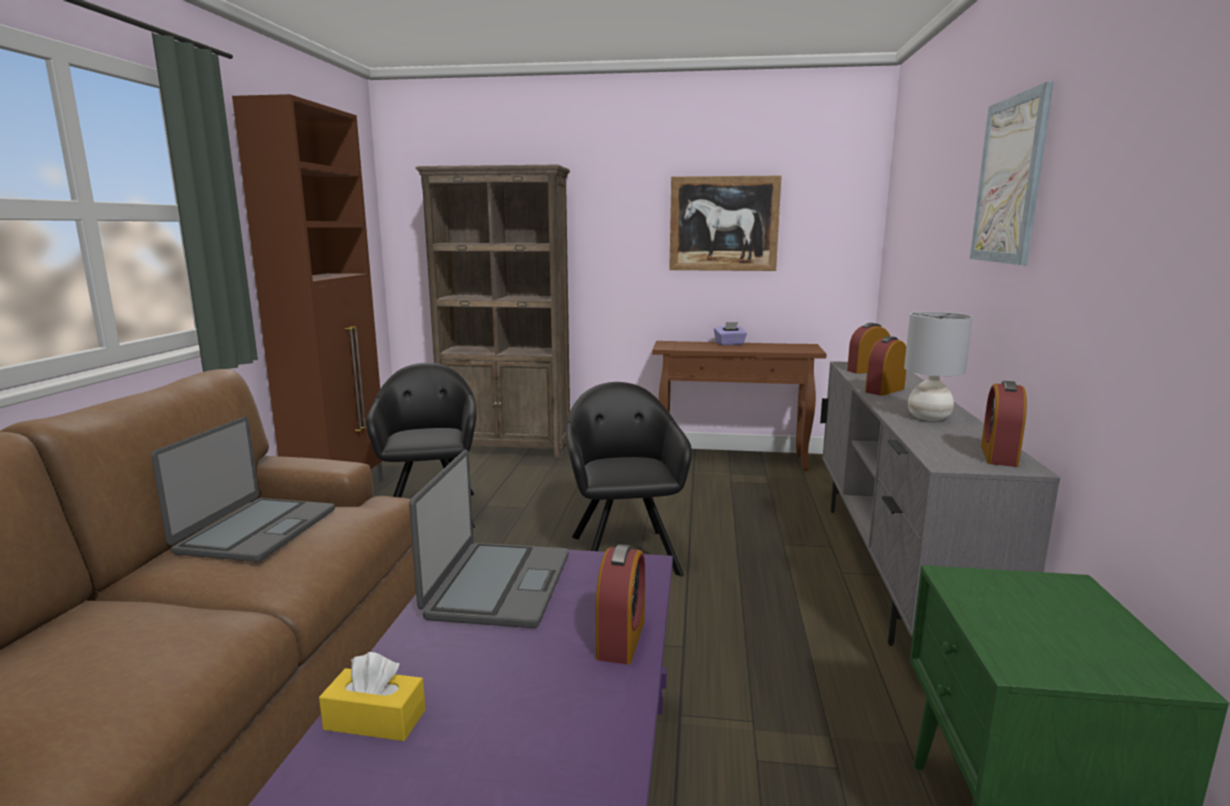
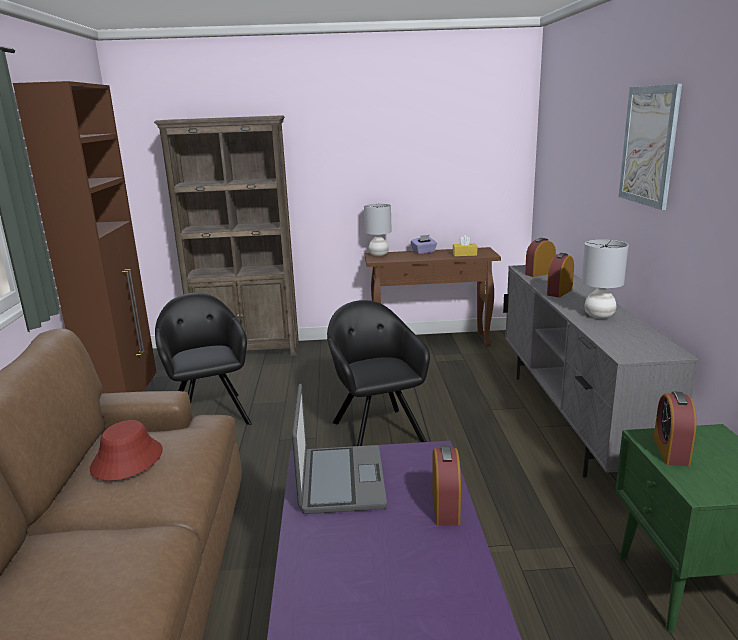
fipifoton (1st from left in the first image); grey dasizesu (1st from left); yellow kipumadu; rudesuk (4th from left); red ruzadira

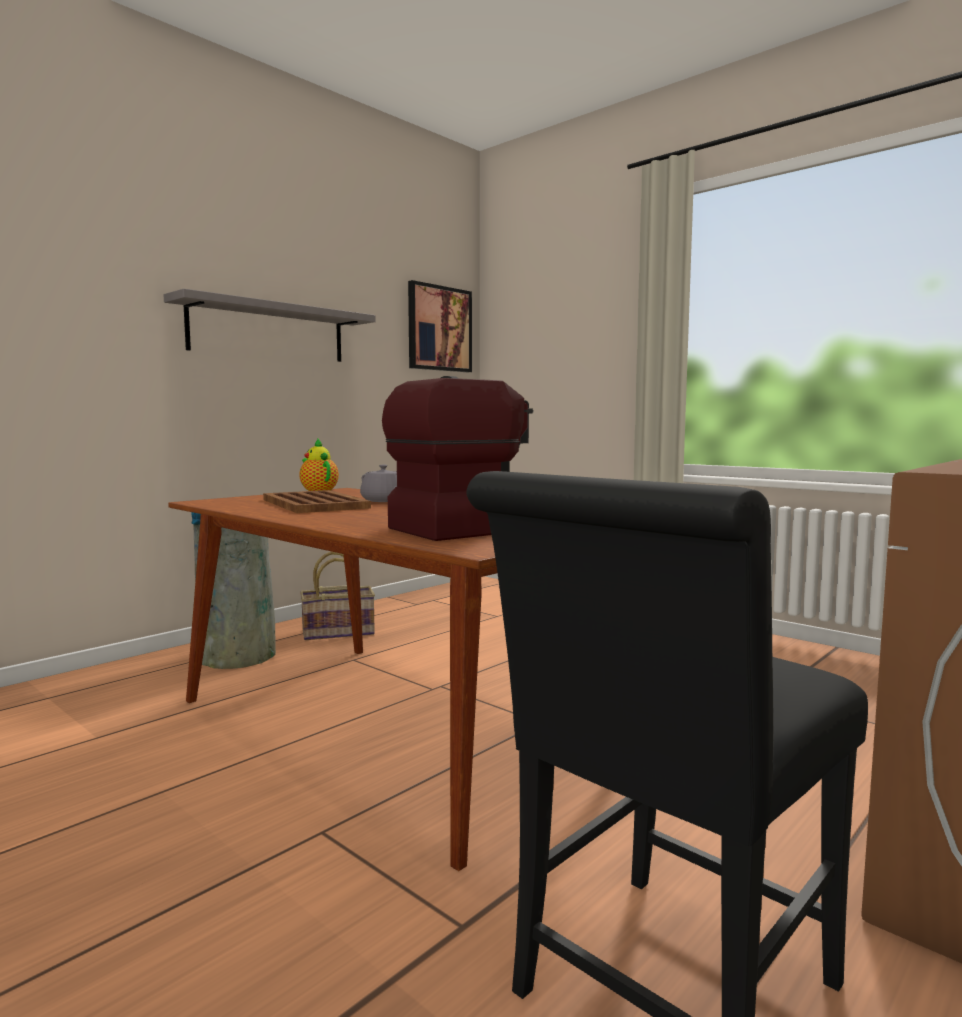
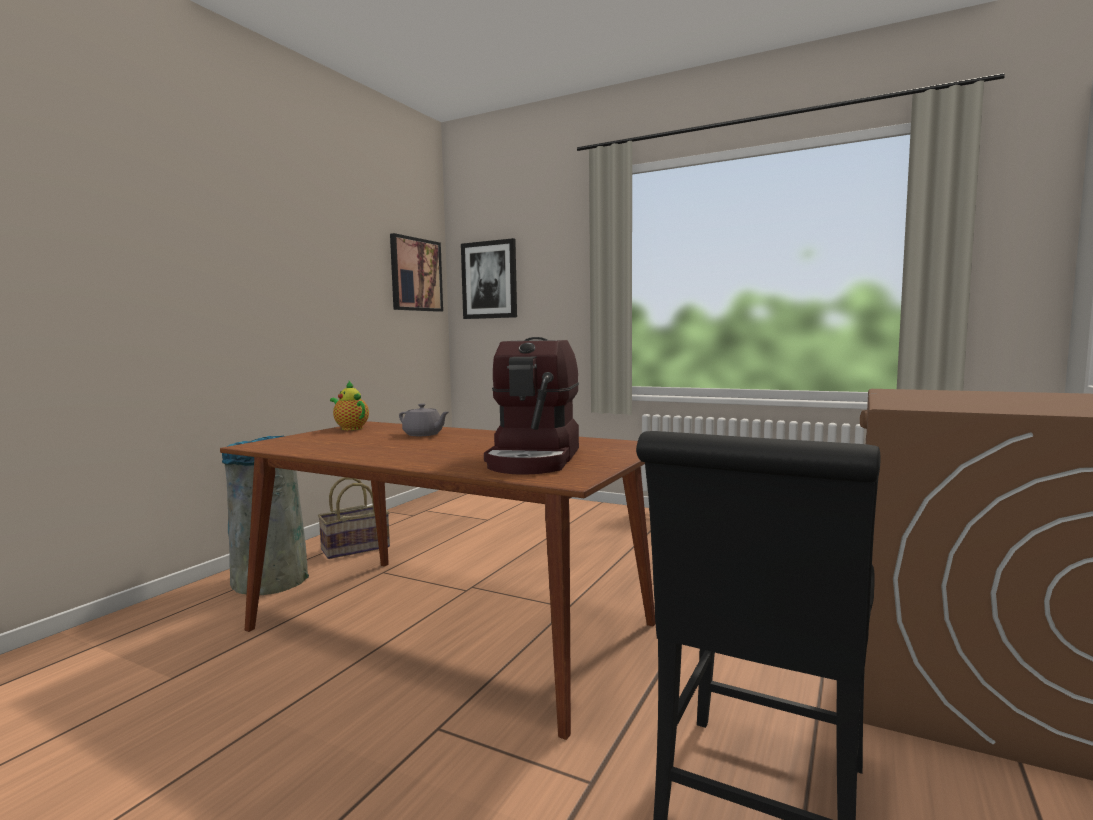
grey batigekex; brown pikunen; fipifoton (2nd from left); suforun

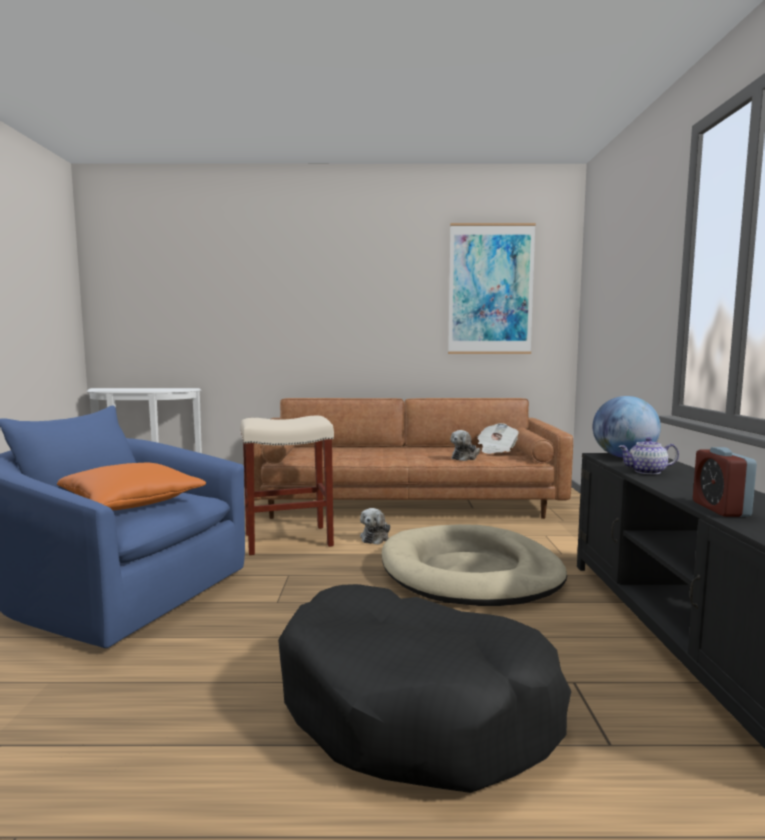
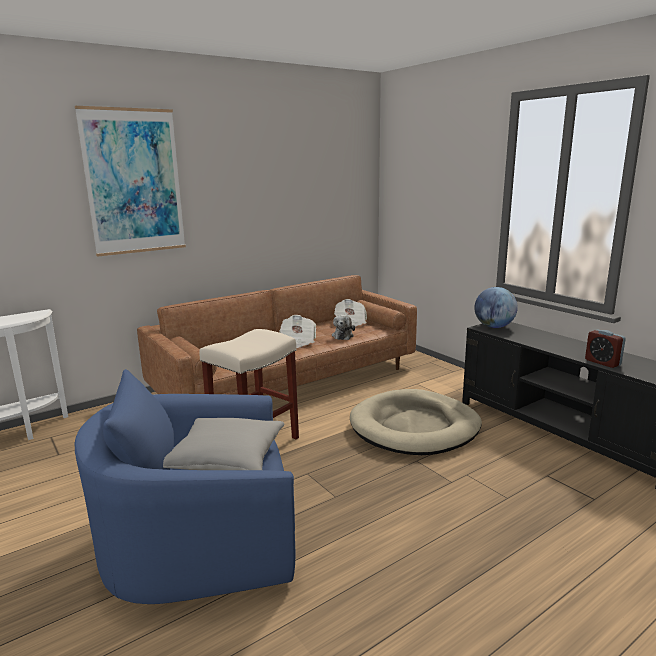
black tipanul; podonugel (1st from left in the first image); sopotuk; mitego (1st from left); fipifoton; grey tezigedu

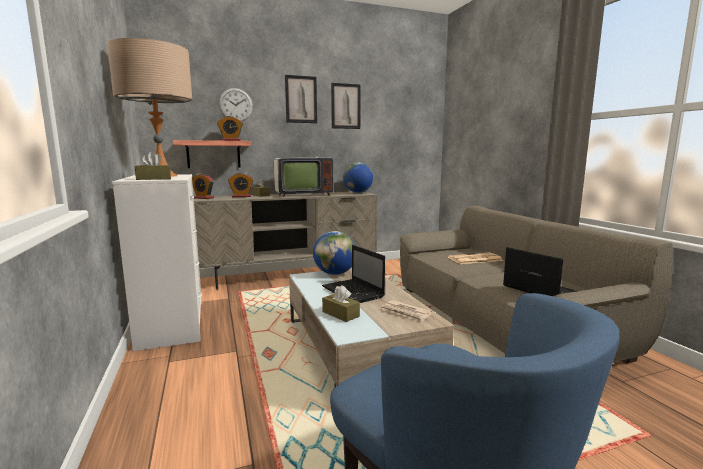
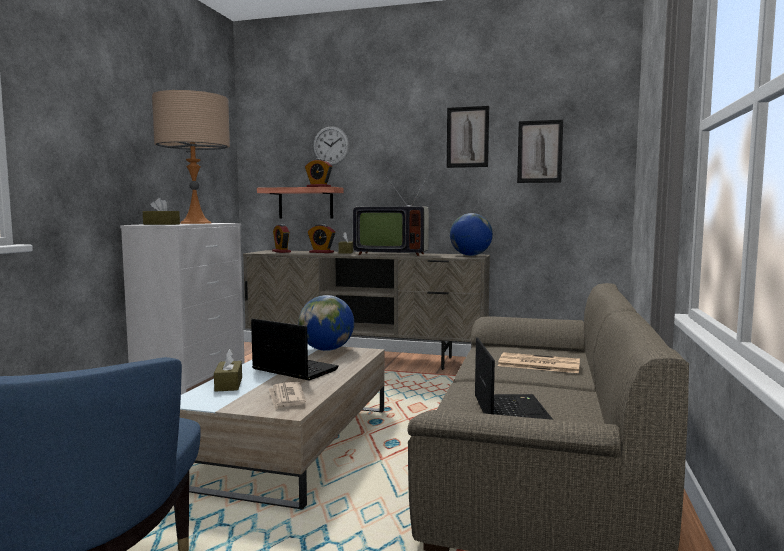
fipifoton (2nd from left); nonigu (1st from left)

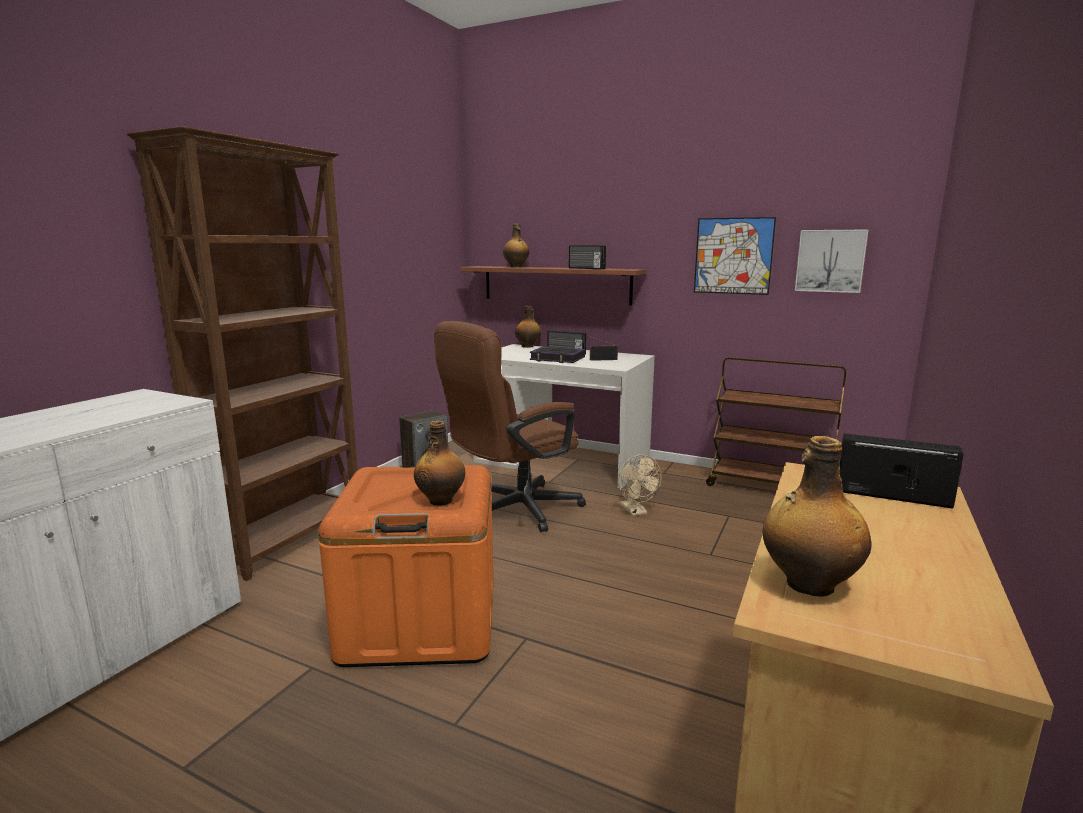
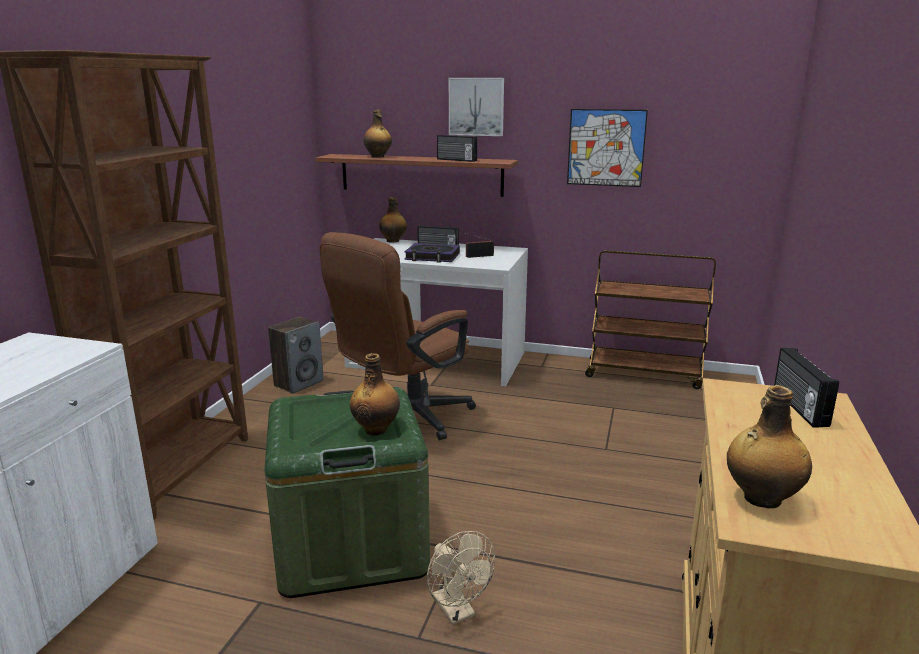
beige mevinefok; fipifoton (1st from left); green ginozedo; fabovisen (4th from left)

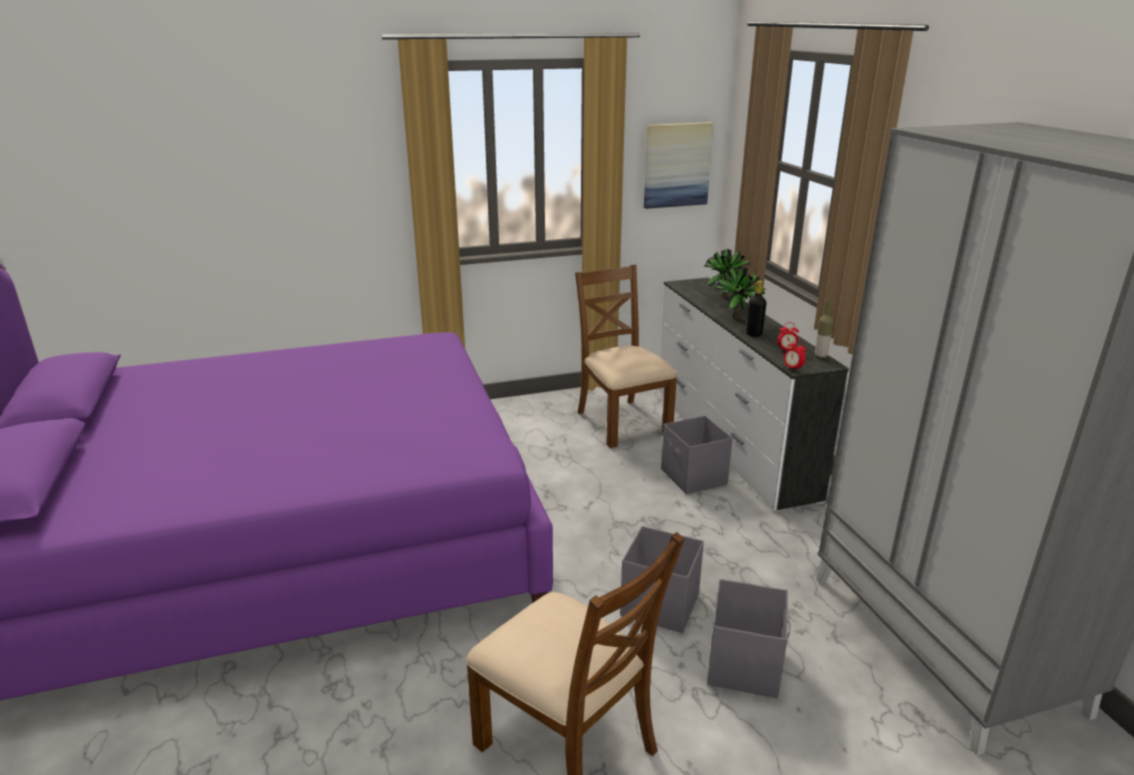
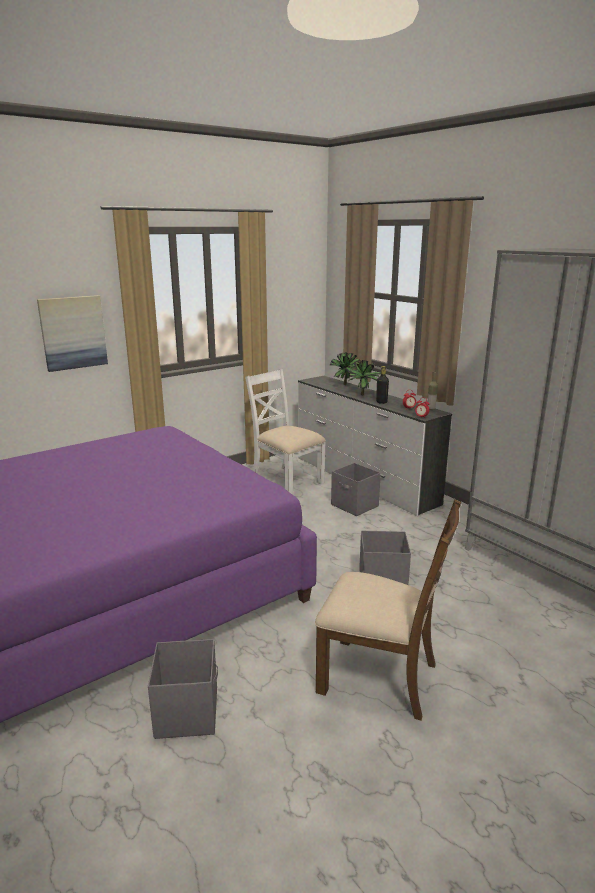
fipifoton; grey ginozedo (1st from left); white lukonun

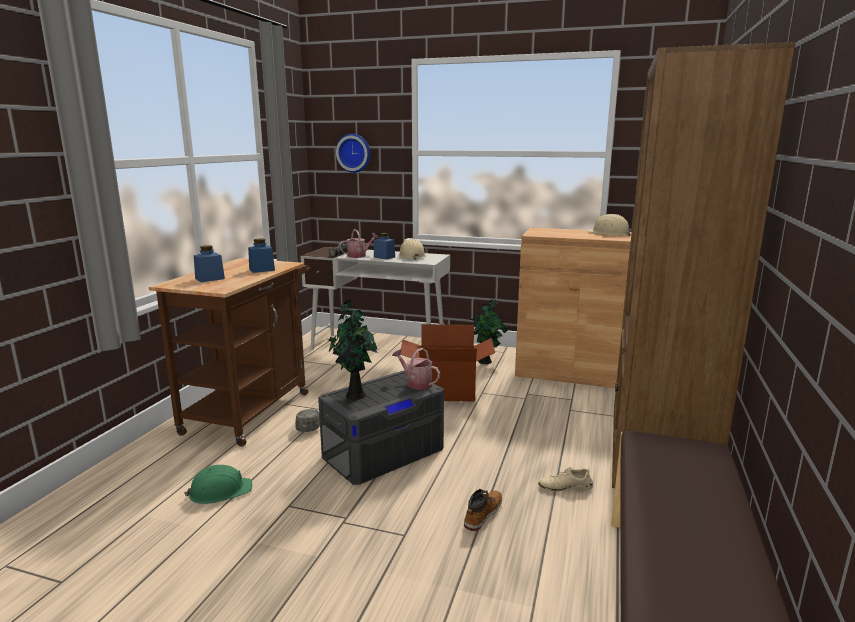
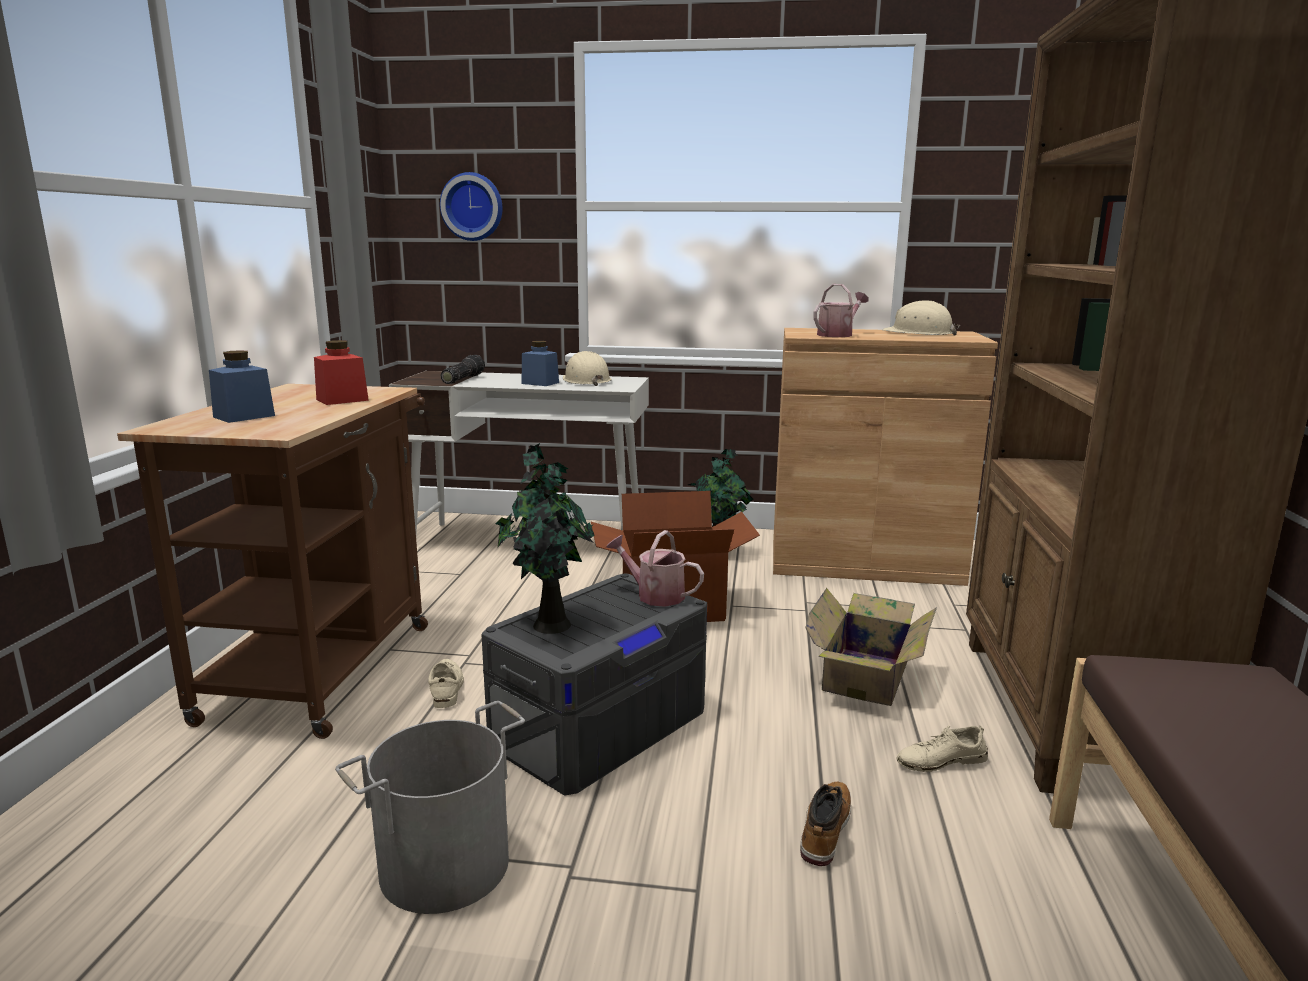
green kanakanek; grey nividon; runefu (2nd from left); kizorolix (2nd from left); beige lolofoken (1st from left); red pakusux

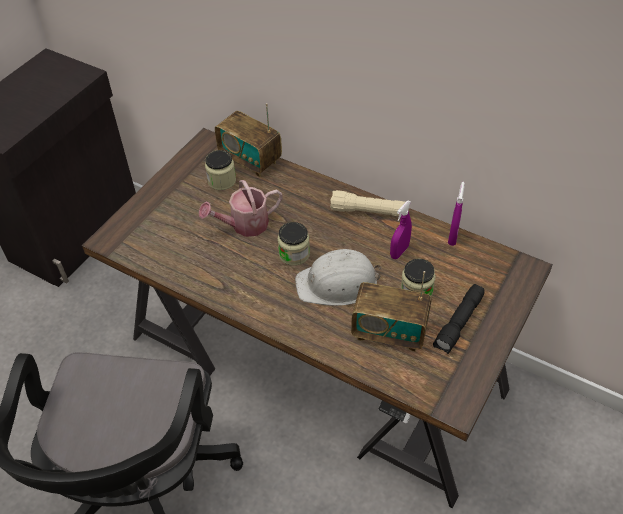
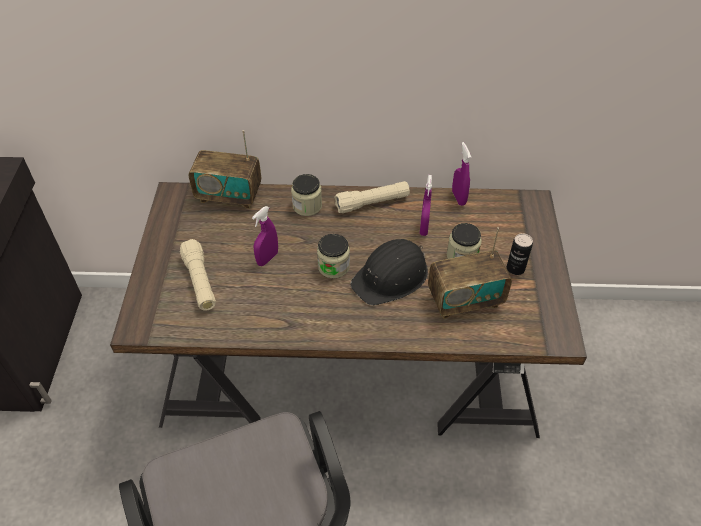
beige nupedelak (1st from left); pakusux (1st from left); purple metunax (1st from left); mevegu; black kanakanek

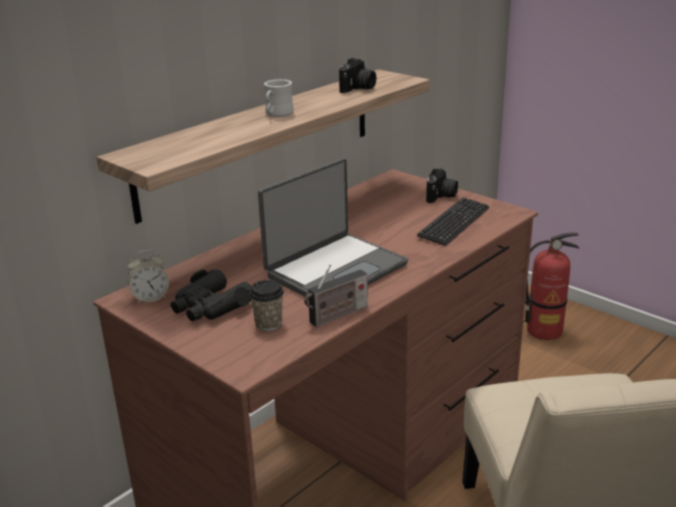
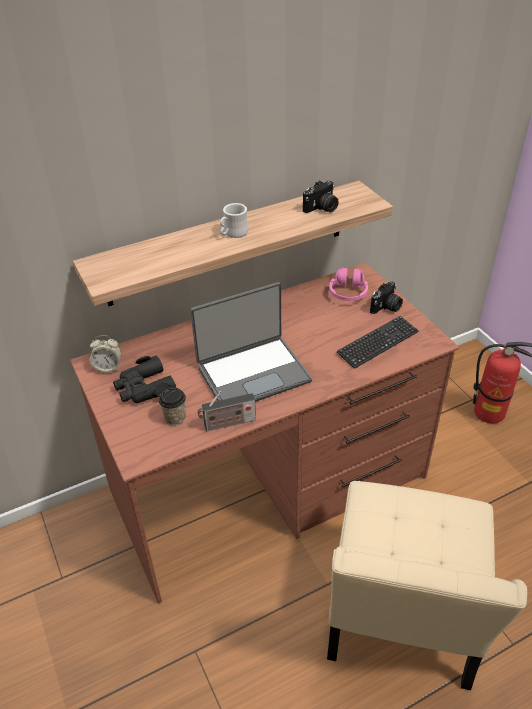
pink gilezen

